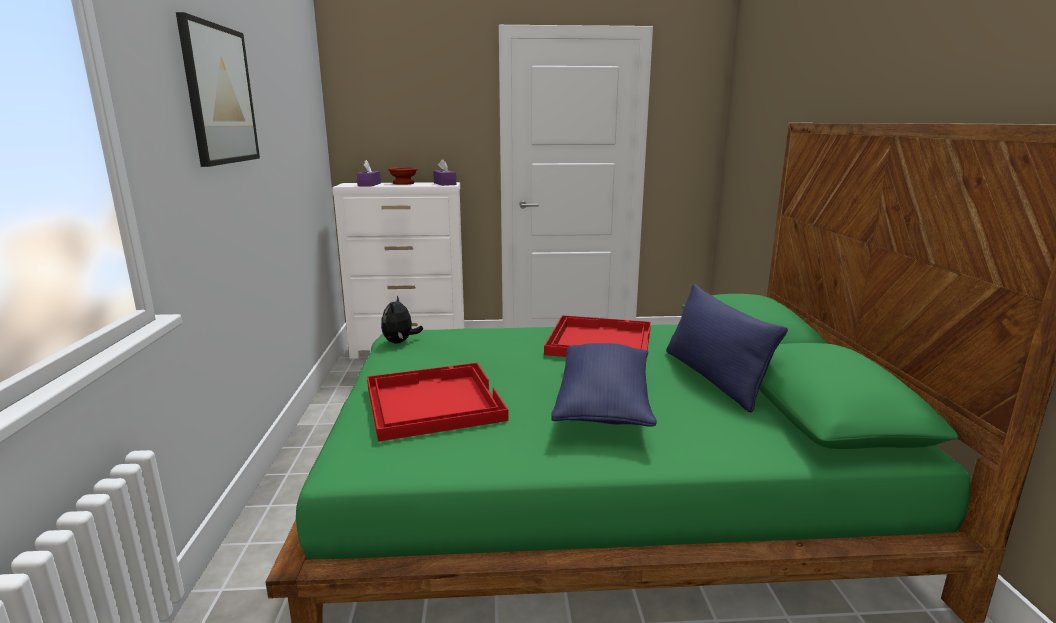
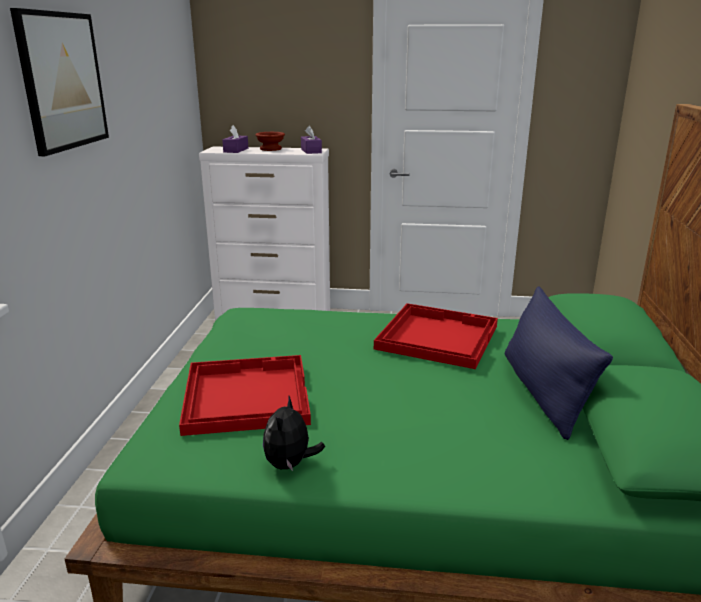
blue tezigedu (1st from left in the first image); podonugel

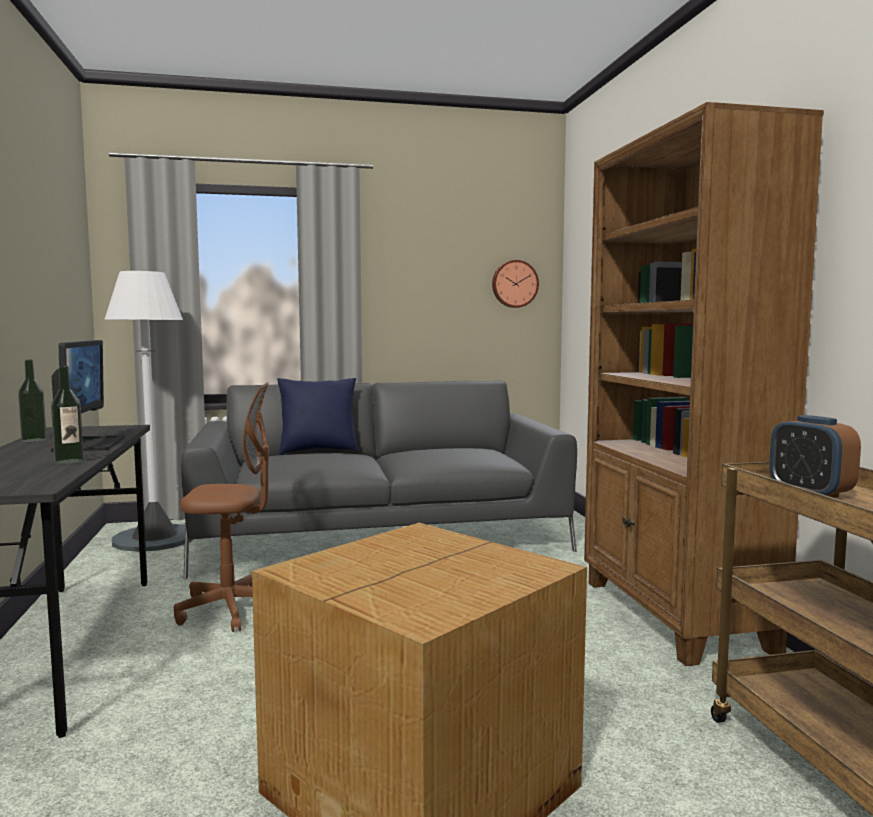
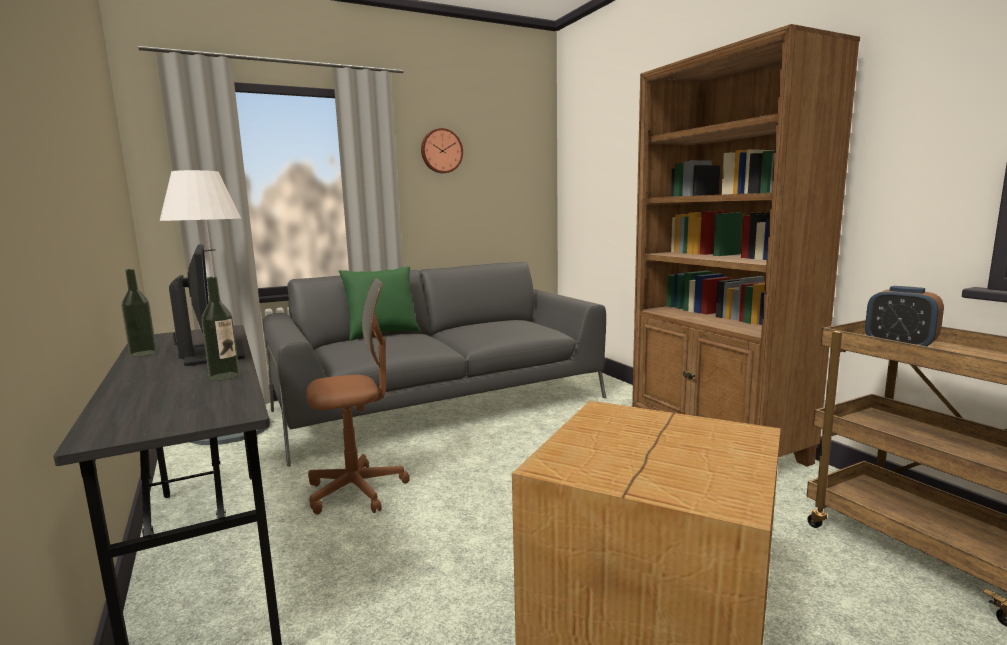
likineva; green tezigedu

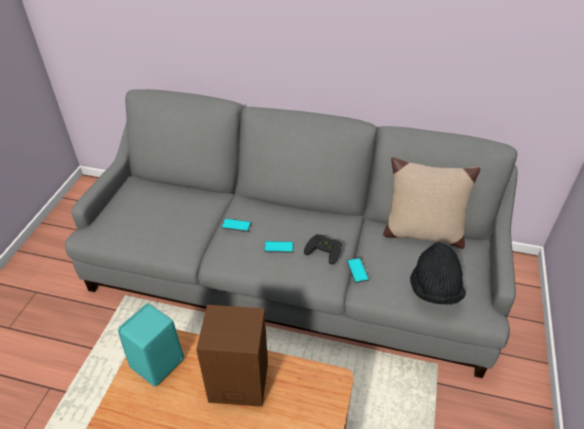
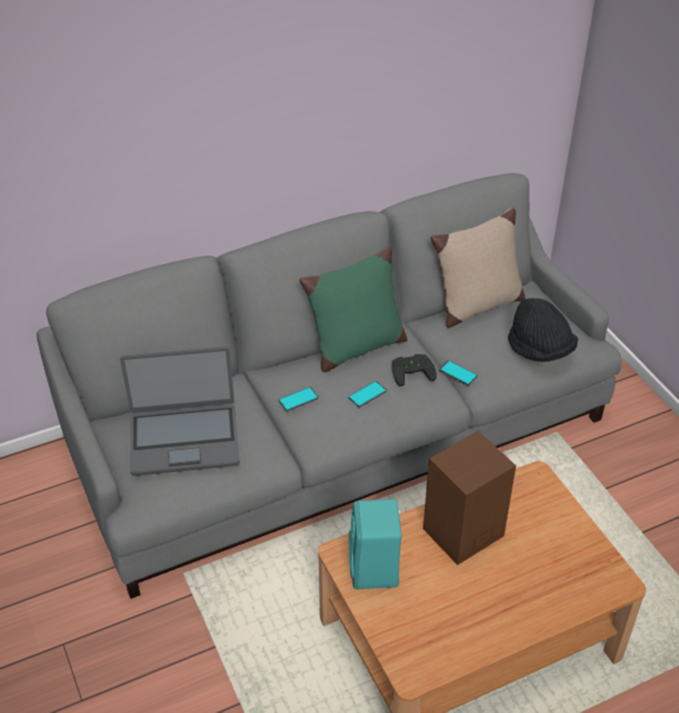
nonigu; green tezigedu

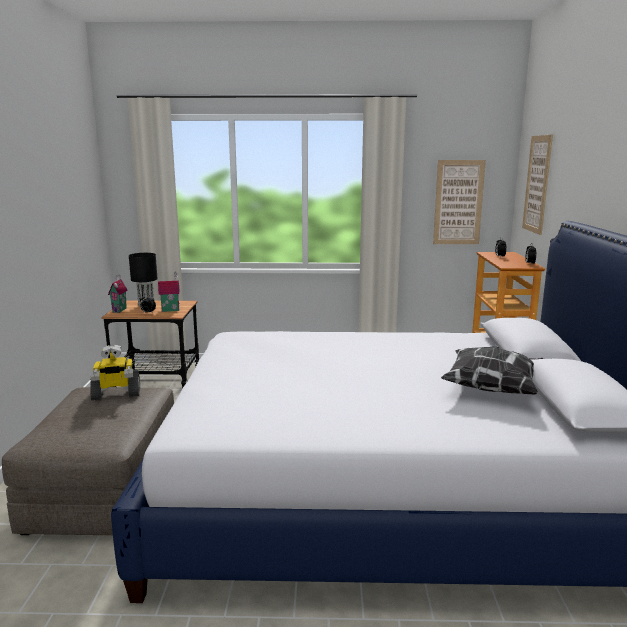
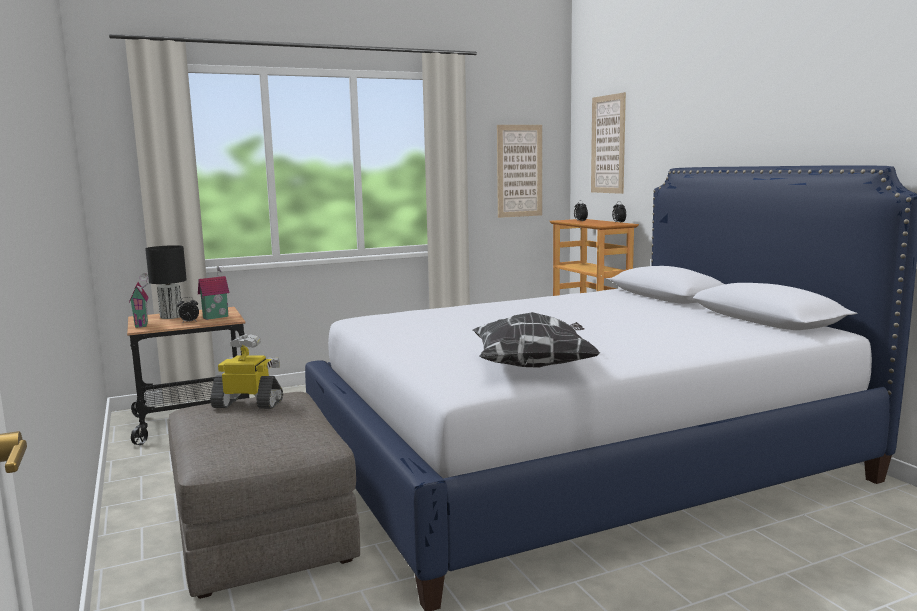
tezigedu; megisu

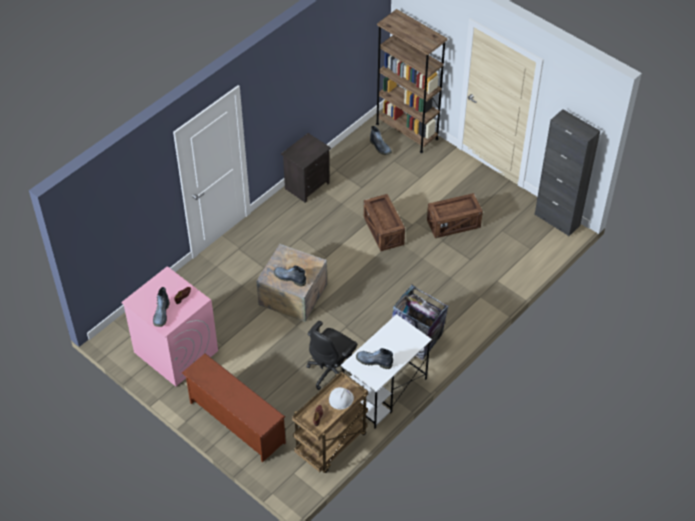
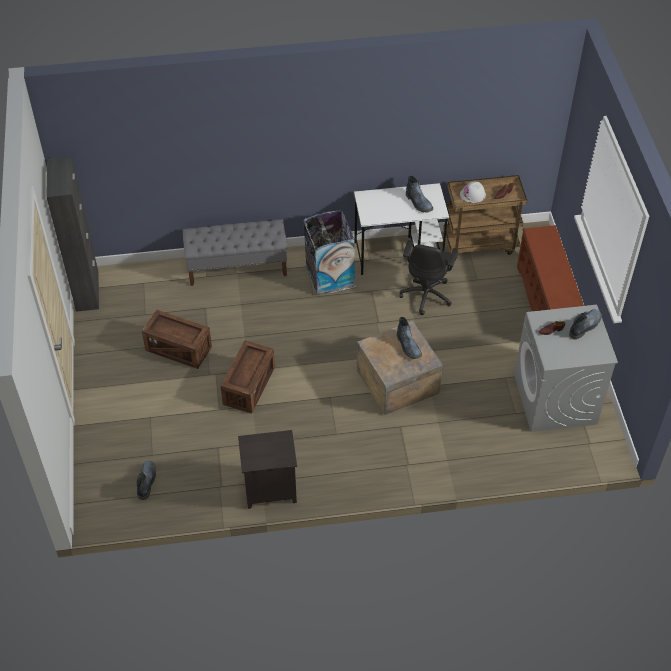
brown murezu; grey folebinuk; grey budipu; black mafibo

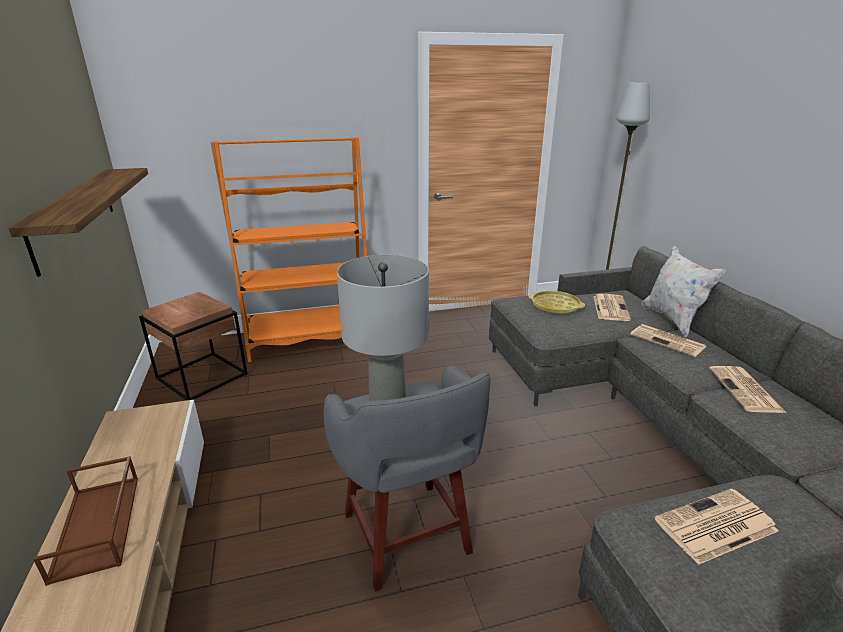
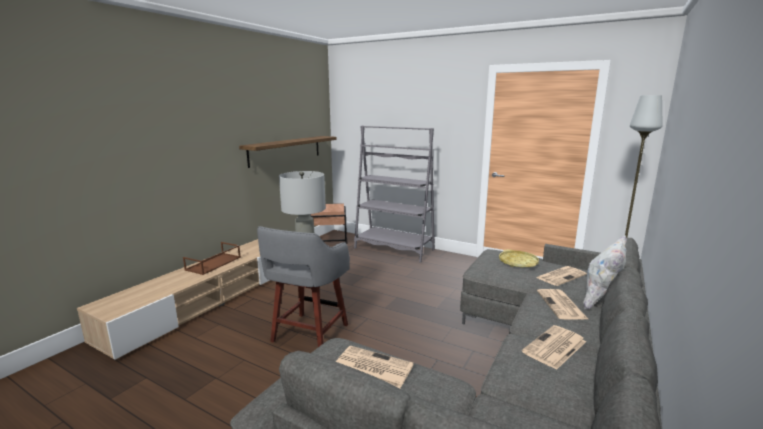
grey murezu

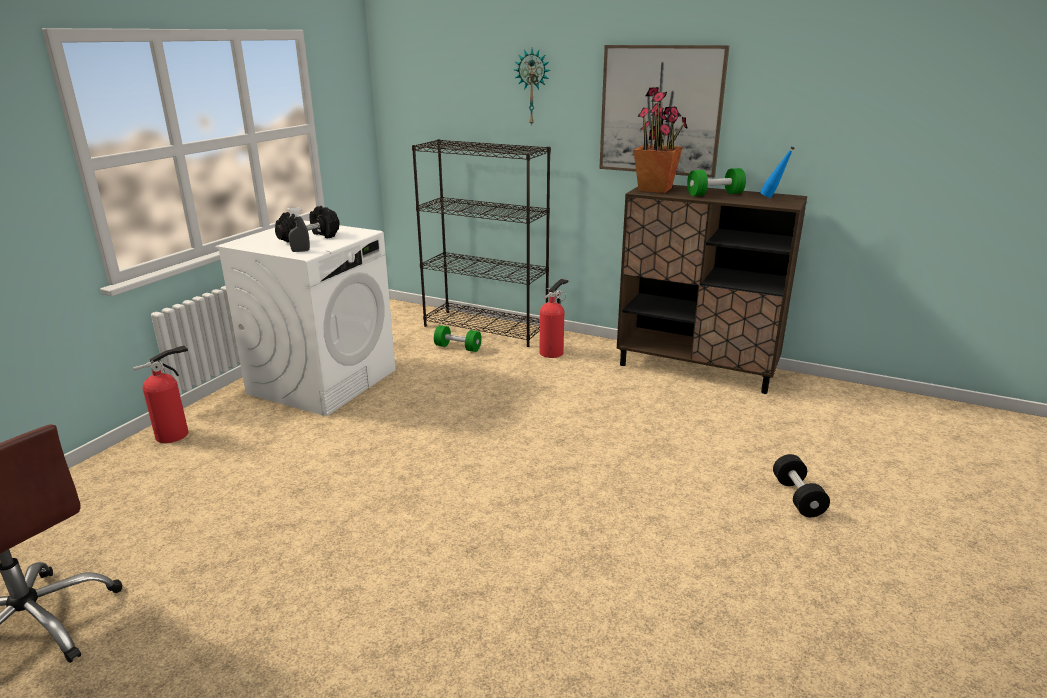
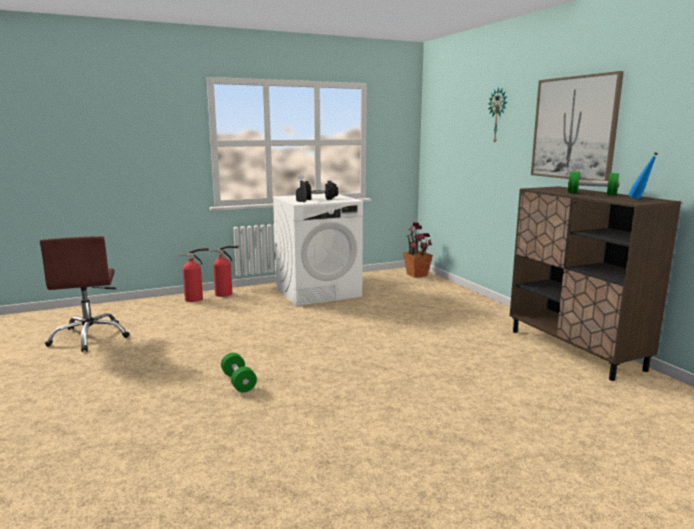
black murezu; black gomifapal (2nd from left in the first image); green gomifapal (1st from left); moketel (1st from left); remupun

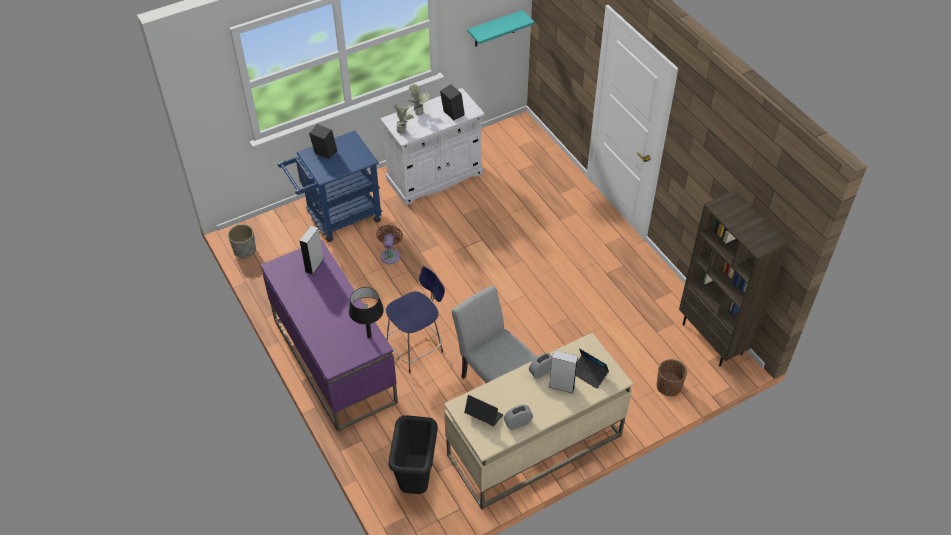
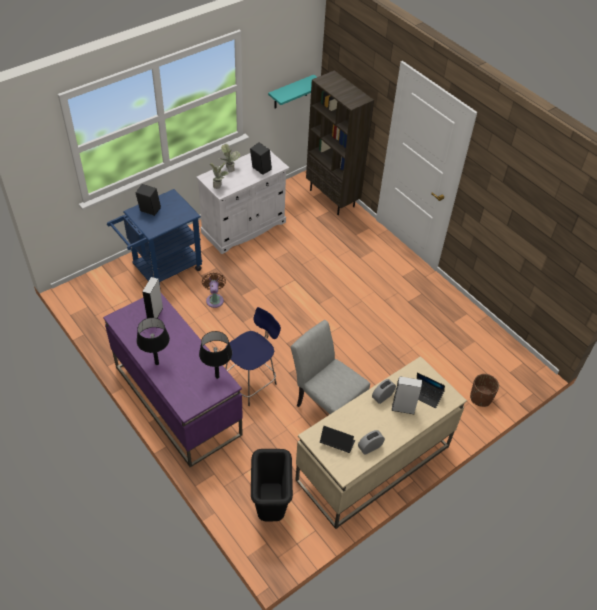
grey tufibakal; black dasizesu (1st from left); brown murezu

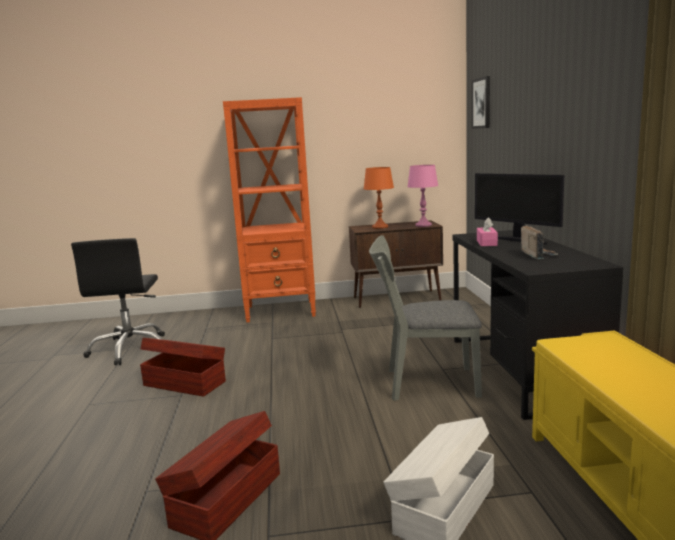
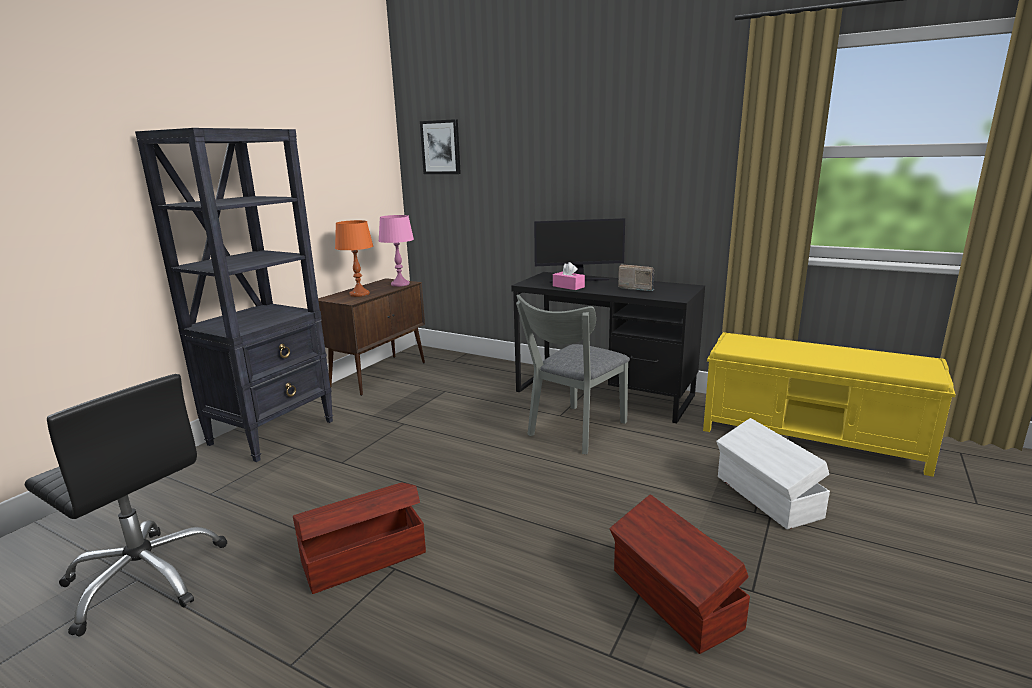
black murezu

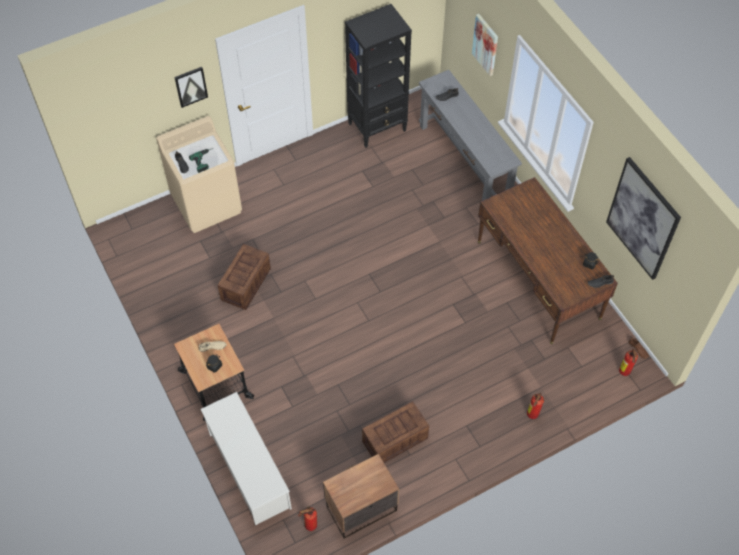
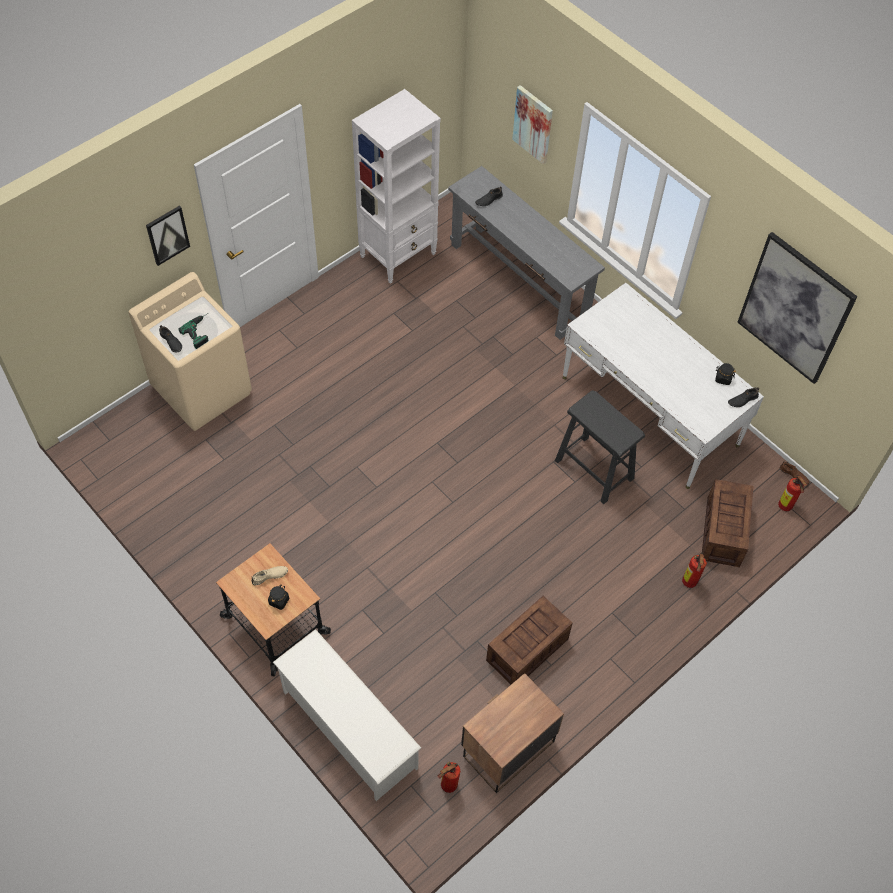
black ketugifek; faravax (2nd from left); white murezu; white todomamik

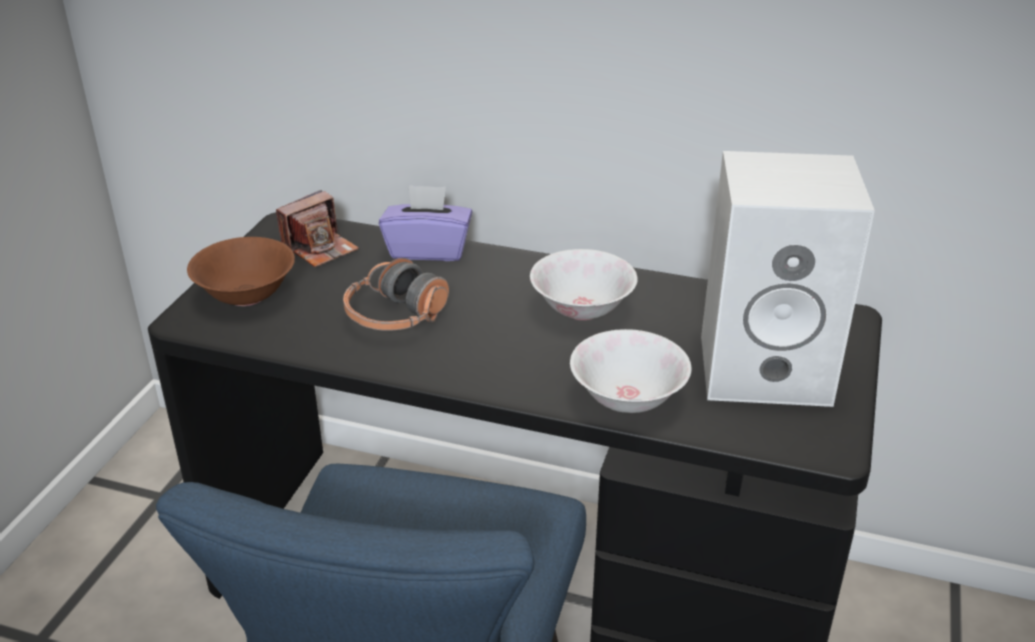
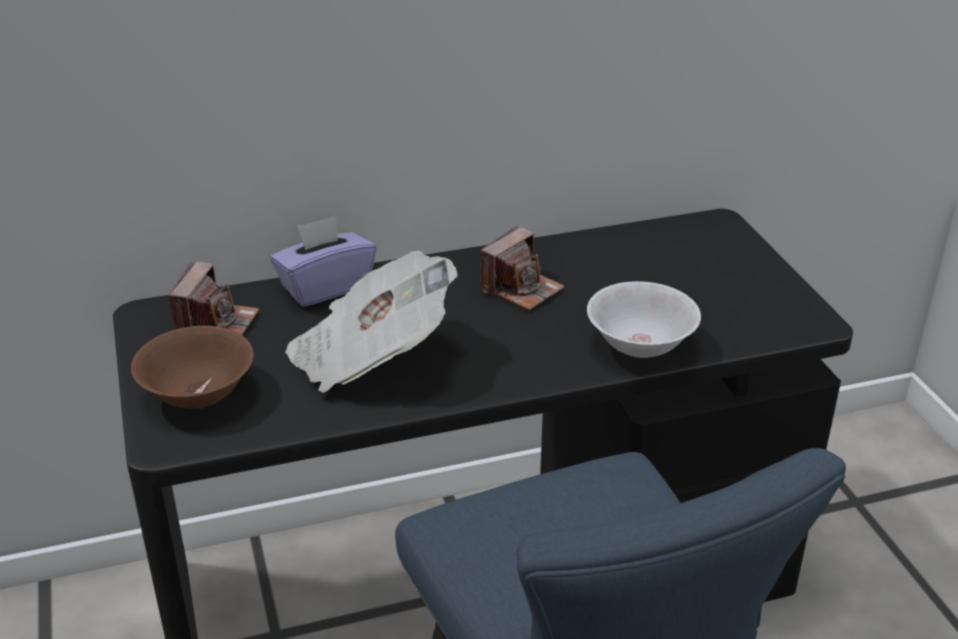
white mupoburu; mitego; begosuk (2nd from left)

